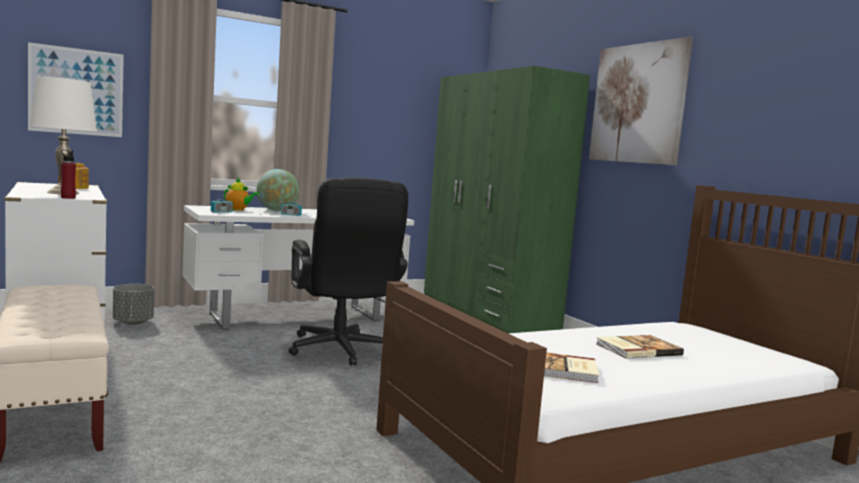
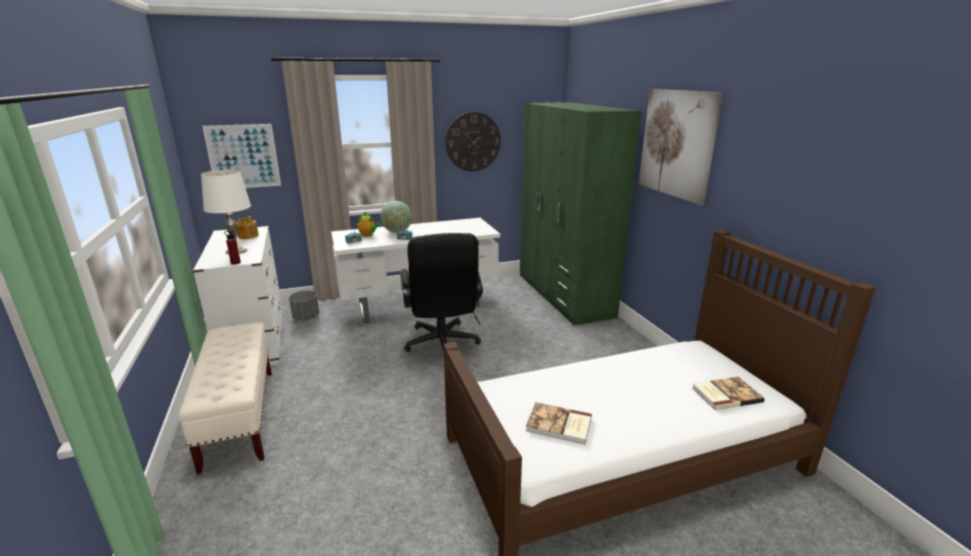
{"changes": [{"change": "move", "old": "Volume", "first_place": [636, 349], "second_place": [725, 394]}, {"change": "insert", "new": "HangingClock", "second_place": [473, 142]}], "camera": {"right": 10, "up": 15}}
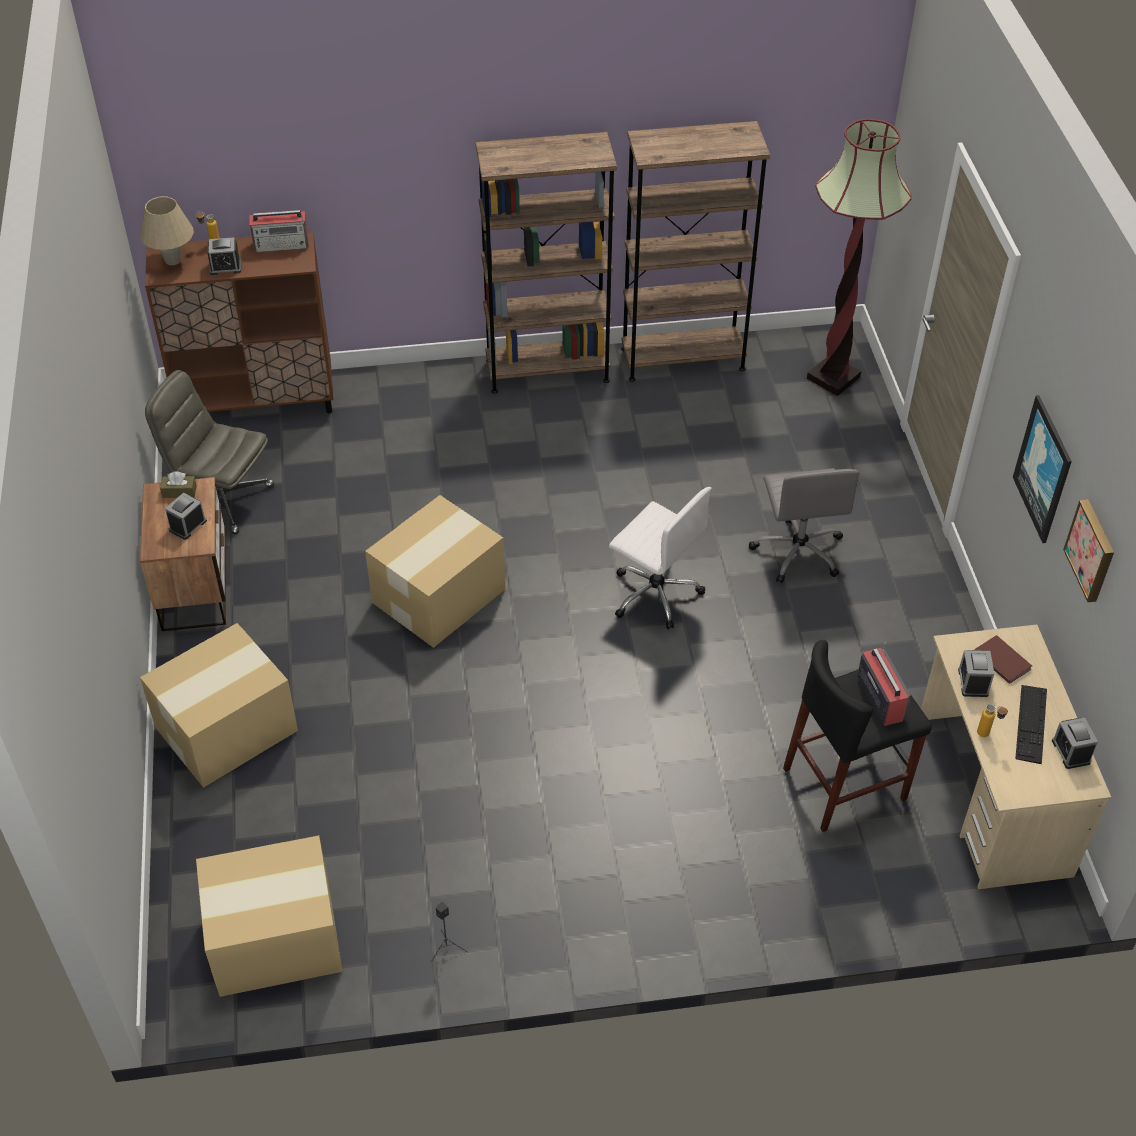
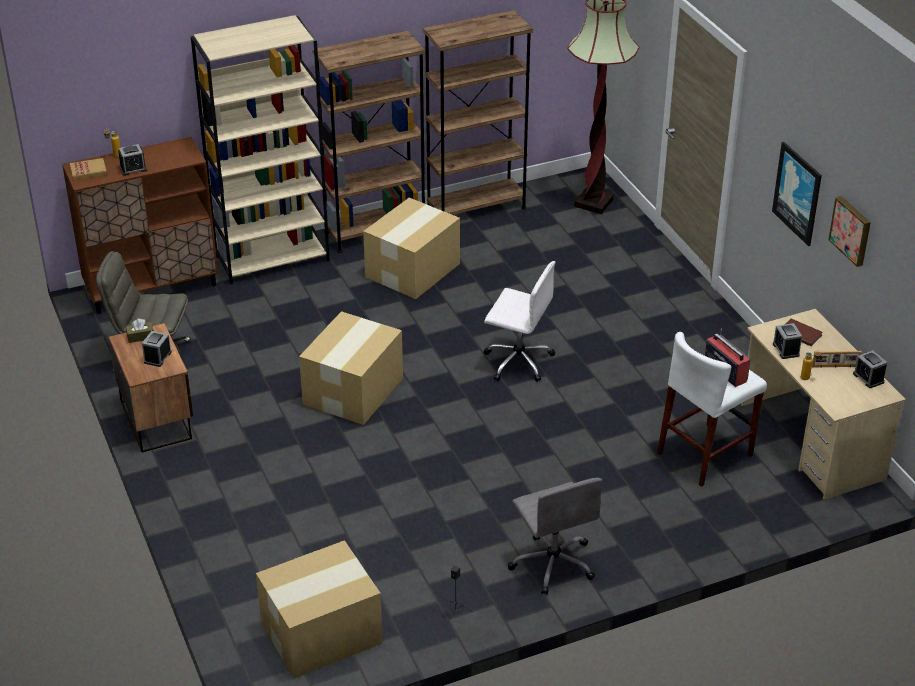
{"changes": [{"change": "replace", "old": "BeigeTableLamp", "new": "Volume", "first_place": [172, 260], "second_place": [88, 170]}, {"change": "move", "old": "Carton", "first_place": [224, 729], "second_place": [411, 270]}, {"change": "delete", "old": "RadioSet", "first_place": [282, 244]}, {"change": "move", "old": "GreyComputerChair", "first_place": [798, 551], "second_place": [553, 563]}, {"change": "recolor", "old": "BlackishSittingStool", "new": "WhitishSittingStool", "first_place": [845, 784], "second_place": [705, 454]}, {"change": "replace", "old": "ComputerKeyboard", "new": "PictureFrame", "first_place": [1031, 724], "second_place": [835, 367]}, {"change": "insert", "new": "BeigeShelvingUnit", "second_place": [272, 258]}], "camera": {"right": -15, "up": -10}}
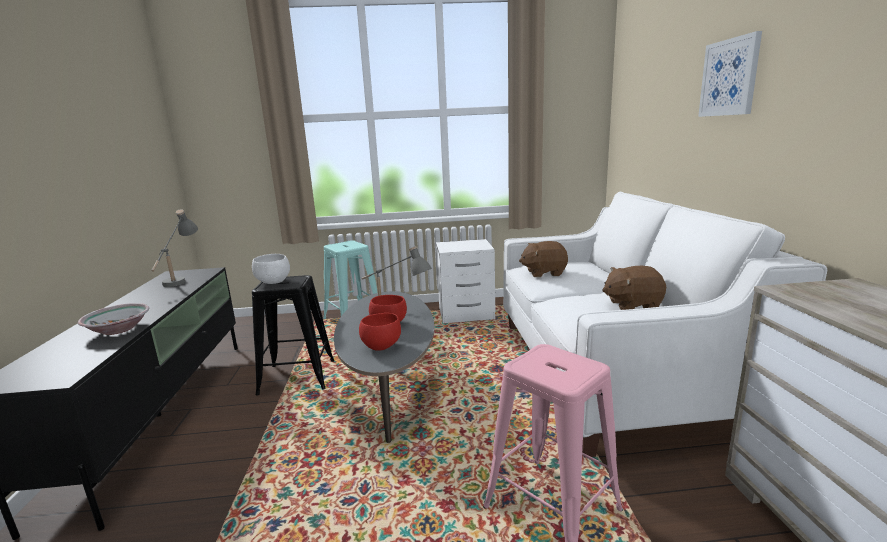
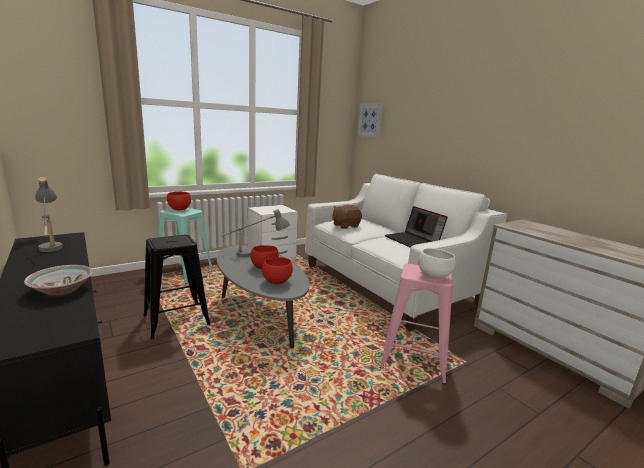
{"changes": [{"change": "move", "old": "WhitishDeepDish", "first_place": [274, 282], "second_place": [434, 276]}, {"change": "replace", "old": "BrownishCuddlyToy", "new": "Laptop", "first_place": [632, 305], "second_place": [413, 241]}, {"change": "move", "old": "WallPicture", "first_place": [729, 77], "second_place": [370, 120]}, {"change": "insert", "new": "RedDeepDish", "second_place": [179, 209]}], "camera": {"right": -30, "up": 0}}
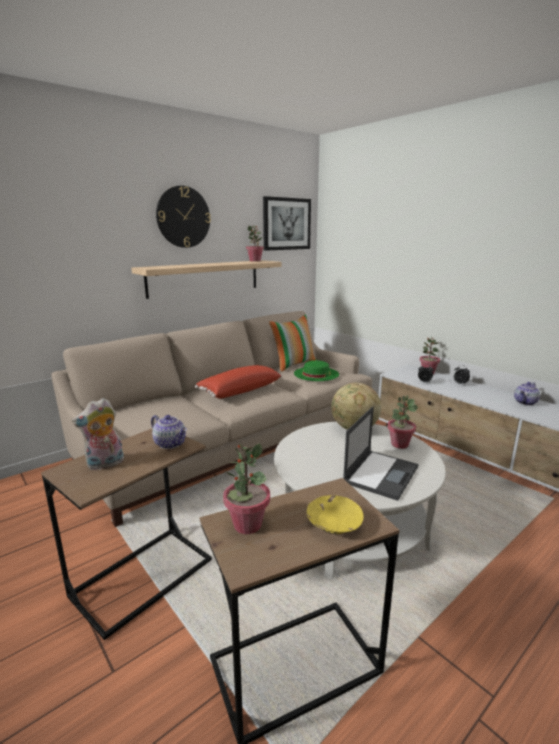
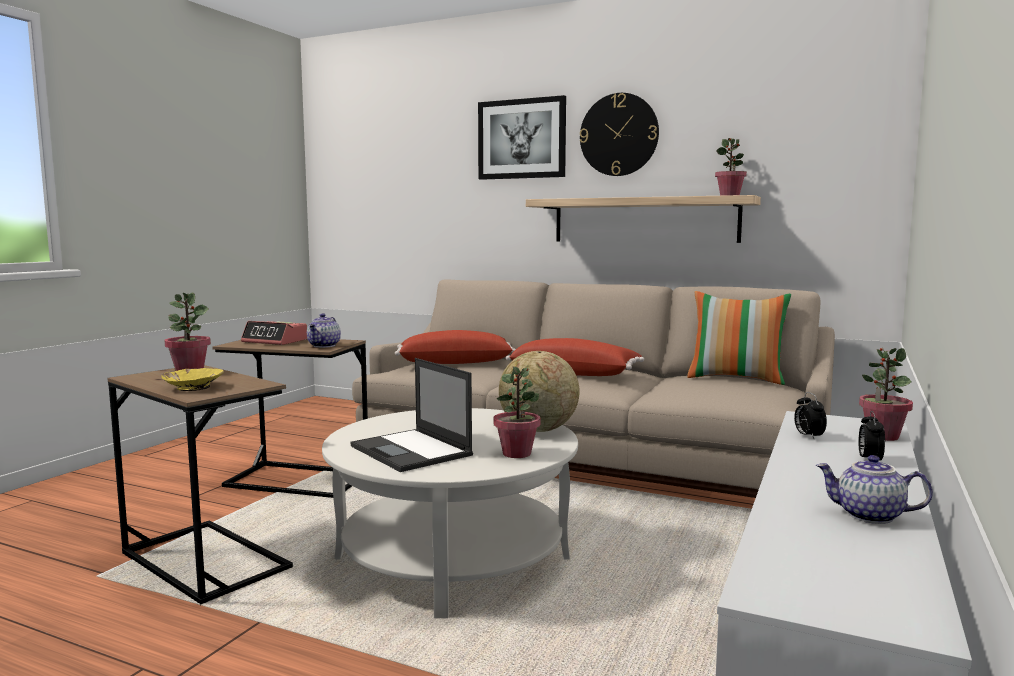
{"changes": [{"change": "replace", "old": "CuddlyToy", "new": "BedsideClock", "first_place": [105, 464], "second_place": [275, 341]}, {"change": "move", "old": "WallPicture", "first_place": [286, 224], "second_place": [522, 139]}, {"change": "delete", "old": "GreenColouredHat", "first_place": [316, 373]}, {"change": "rotate", "old": "Laptop", "first_place": [381, 474], "second_place": [412, 451], "degrees": 45}, {"change": "insert", "new": "RedCushion", "second_place": [455, 362]}], "camera": {"right": 65, "up": -10}}
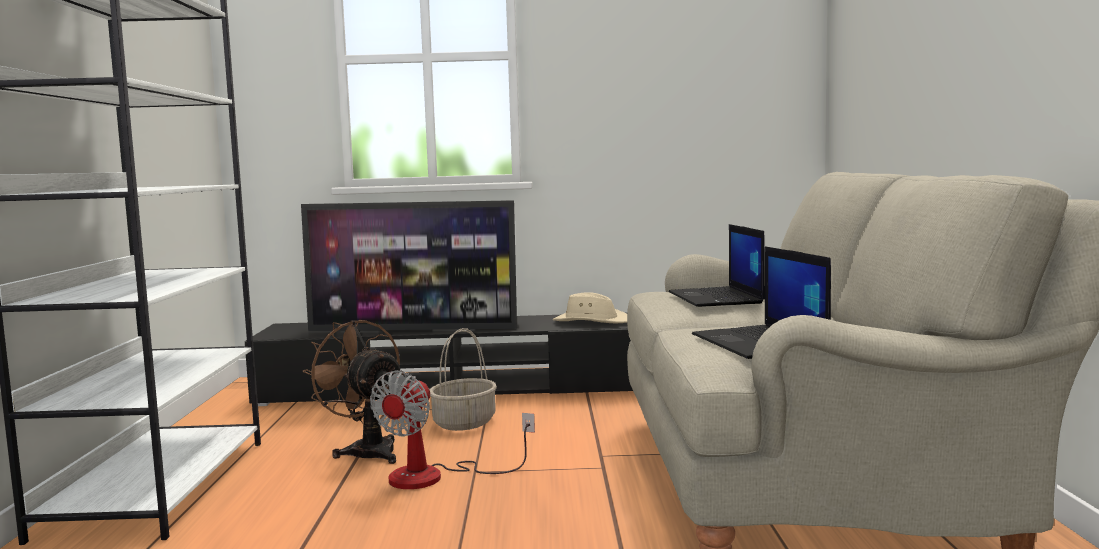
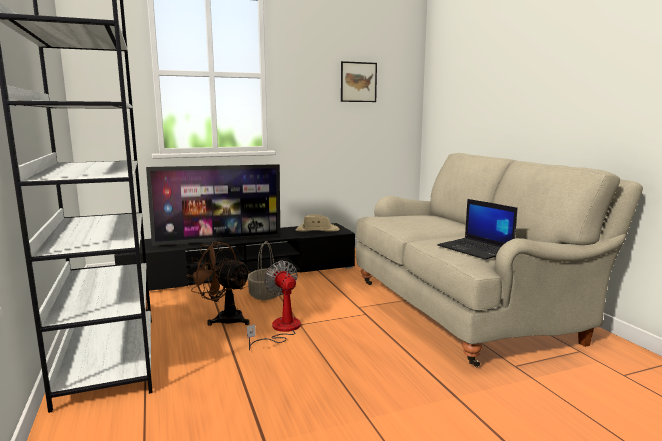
{"changes": [{"change": "rotate", "old": "Fan", "first_place": [435, 476], "second_place": [280, 330], "degrees": 150}, {"change": "delete", "old": "Laptop", "first_place": [716, 298]}, {"change": "insert", "new": "WallPicture", "second_place": [358, 82]}], "camera": {"right": -20, "up": 5}}
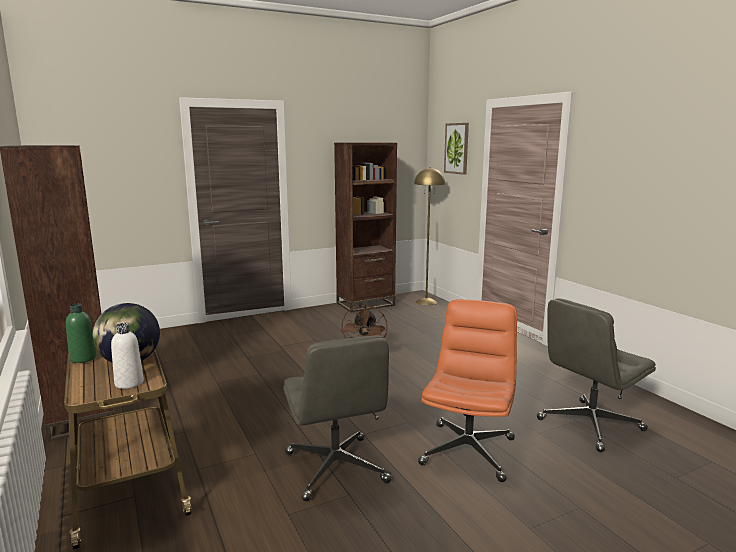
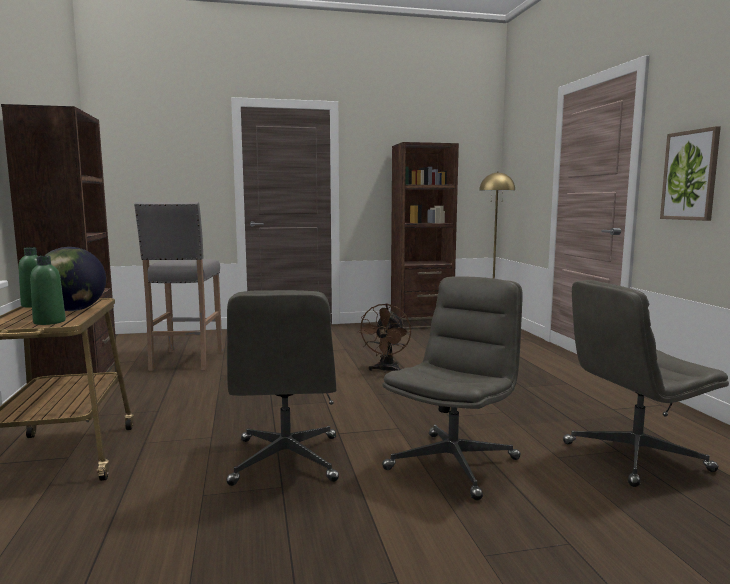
{"changes": [{"change": "recolor", "old": "WhitishDrinkBottle", "new": "GreenColouredDrinkBottle", "first_place": [129, 383], "second_place": [49, 322]}, {"change": "recolor", "old": "OrangeyComputerChair", "new": "GreyComputerChair", "first_place": [468, 450], "second_place": [453, 463]}, {"change": "move", "old": "WallPicture", "first_place": [457, 148], "second_place": [690, 175]}, {"change": "insert", "new": "GreySittingStool", "second_place": [186, 360]}], "camera": {"right": 15, "up": -5}}
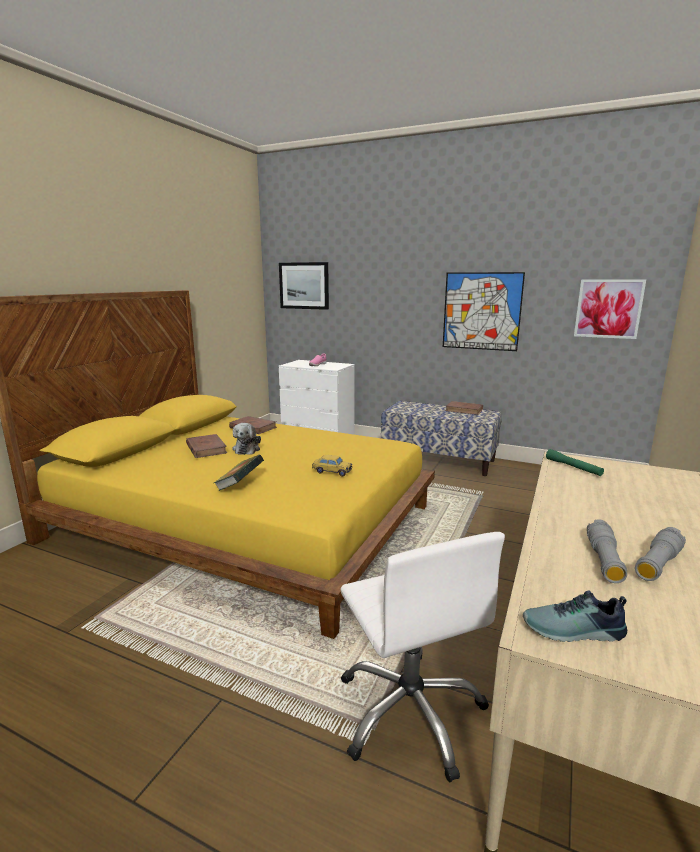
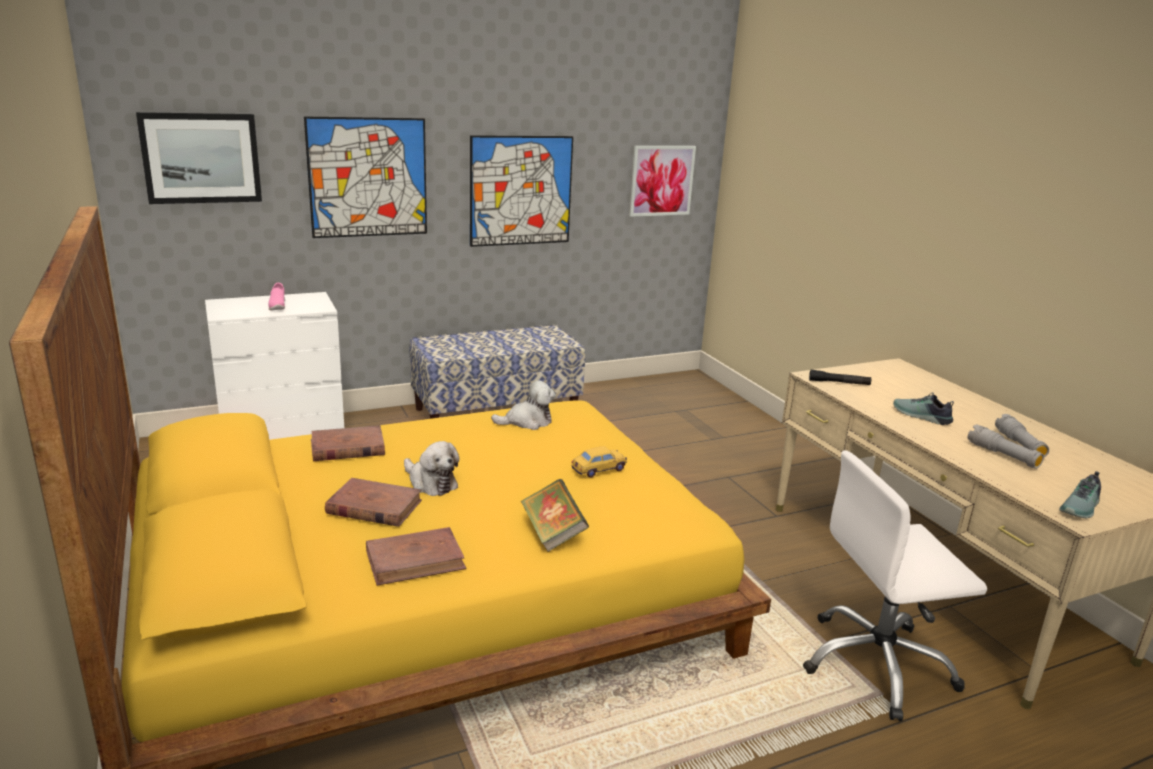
{"changes": [{"change": "rotate", "old": "WhitishComputerChair", "first_place": [411, 711], "second_place": [877, 664], "degrees": 150}, {"change": "move", "old": "BrownishVolume", "first_place": [464, 410], "second_place": [415, 560]}, {"change": "recolor", "old": "GreenColouredTorch", "new": "BlackishTorch", "first_place": [573, 467], "second_place": [839, 383]}, {"change": "insert", "new": "WallPicture", "second_place": [368, 177]}, {"change": "insert", "new": "CuddlyToy", "second_place": [527, 422]}, {"change": "insert", "new": "LowShoe", "second_place": [920, 416]}], "camera": {"right": -50, "up": 5}}
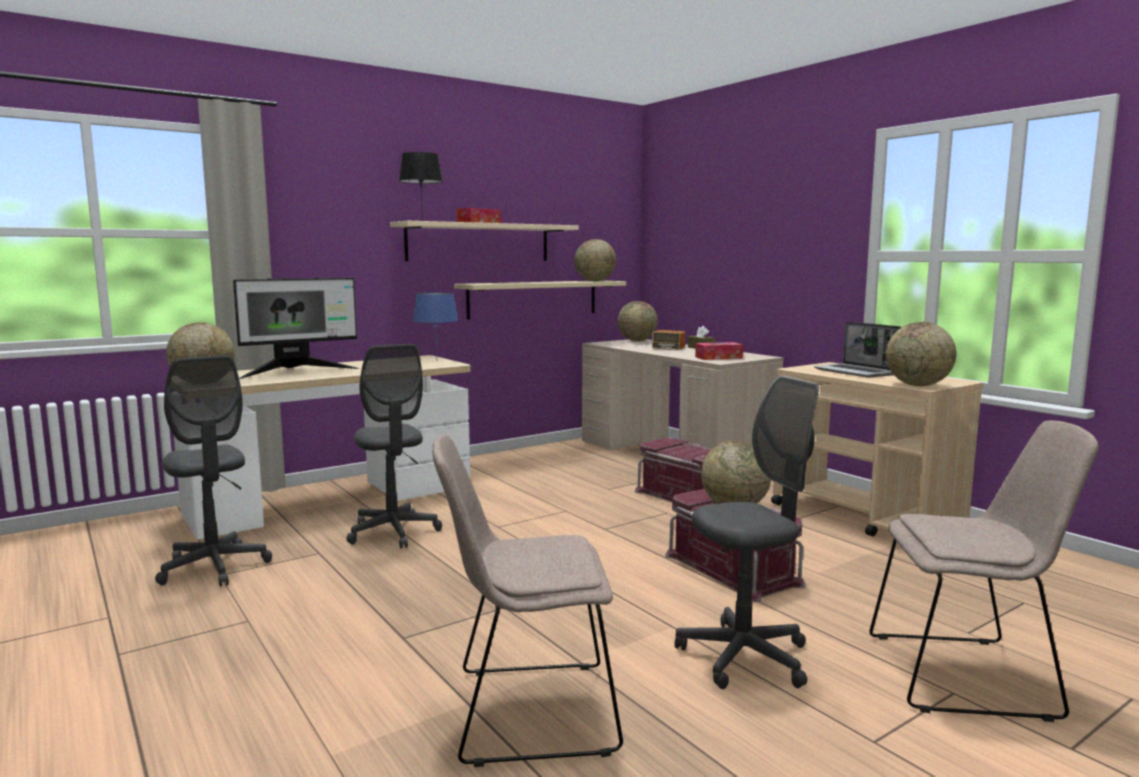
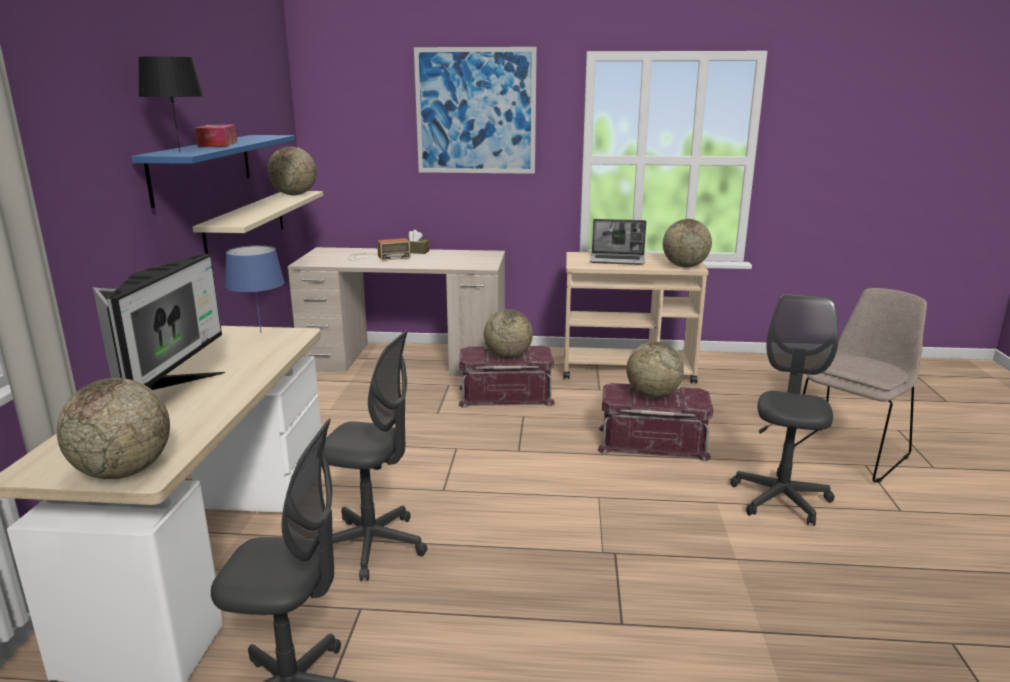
{"changes": [{"change": "recolor", "old": "BeigeWallShelf", "new": "BlueWallShelf", "first_place": [479, 242], "second_place": [203, 167]}, {"change": "delete", "old": "BeigePlainChair", "first_place": [527, 711]}, {"change": "move", "old": "WorldGlobe", "first_place": [637, 340], "second_place": [508, 356]}, {"change": "delete", "old": "BoxOfTissues", "first_place": [718, 357]}, {"change": "insert", "new": "WallPicture", "second_place": [475, 111]}], "camera": {"right": -50, "up": 10}}
